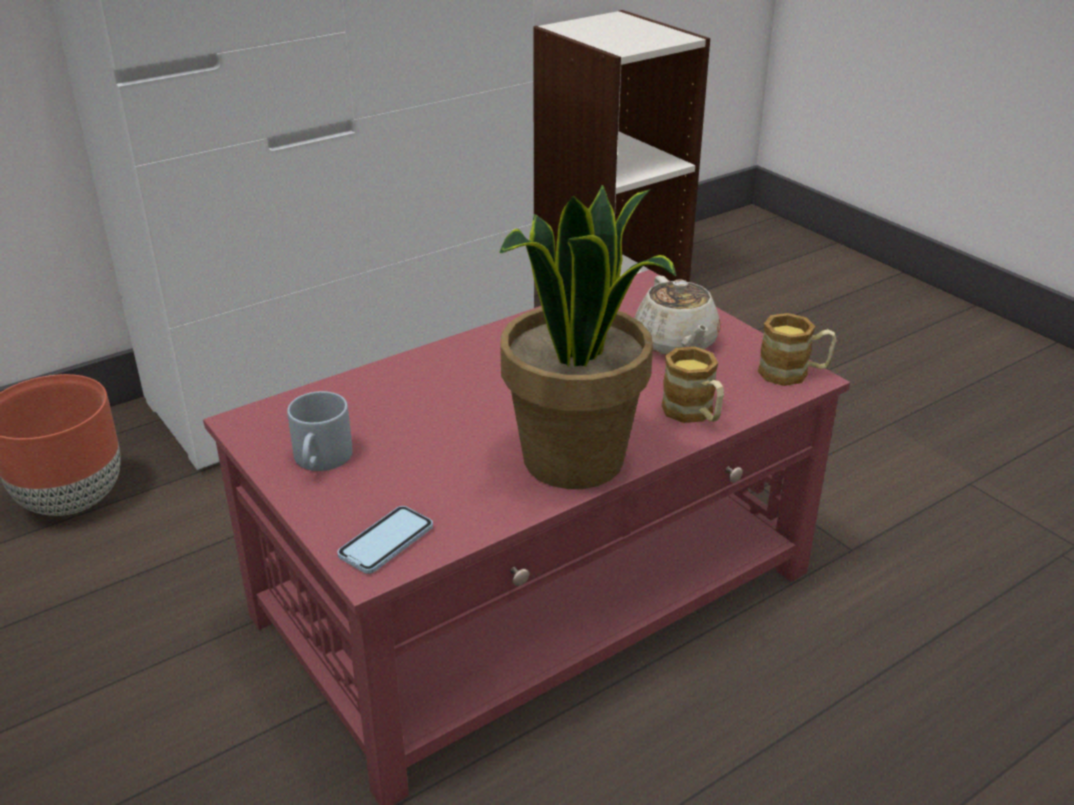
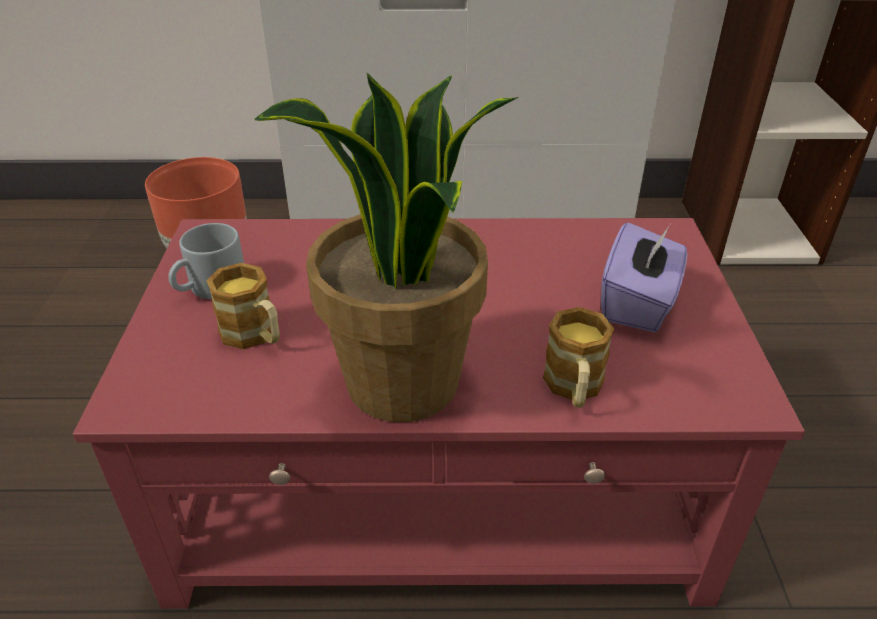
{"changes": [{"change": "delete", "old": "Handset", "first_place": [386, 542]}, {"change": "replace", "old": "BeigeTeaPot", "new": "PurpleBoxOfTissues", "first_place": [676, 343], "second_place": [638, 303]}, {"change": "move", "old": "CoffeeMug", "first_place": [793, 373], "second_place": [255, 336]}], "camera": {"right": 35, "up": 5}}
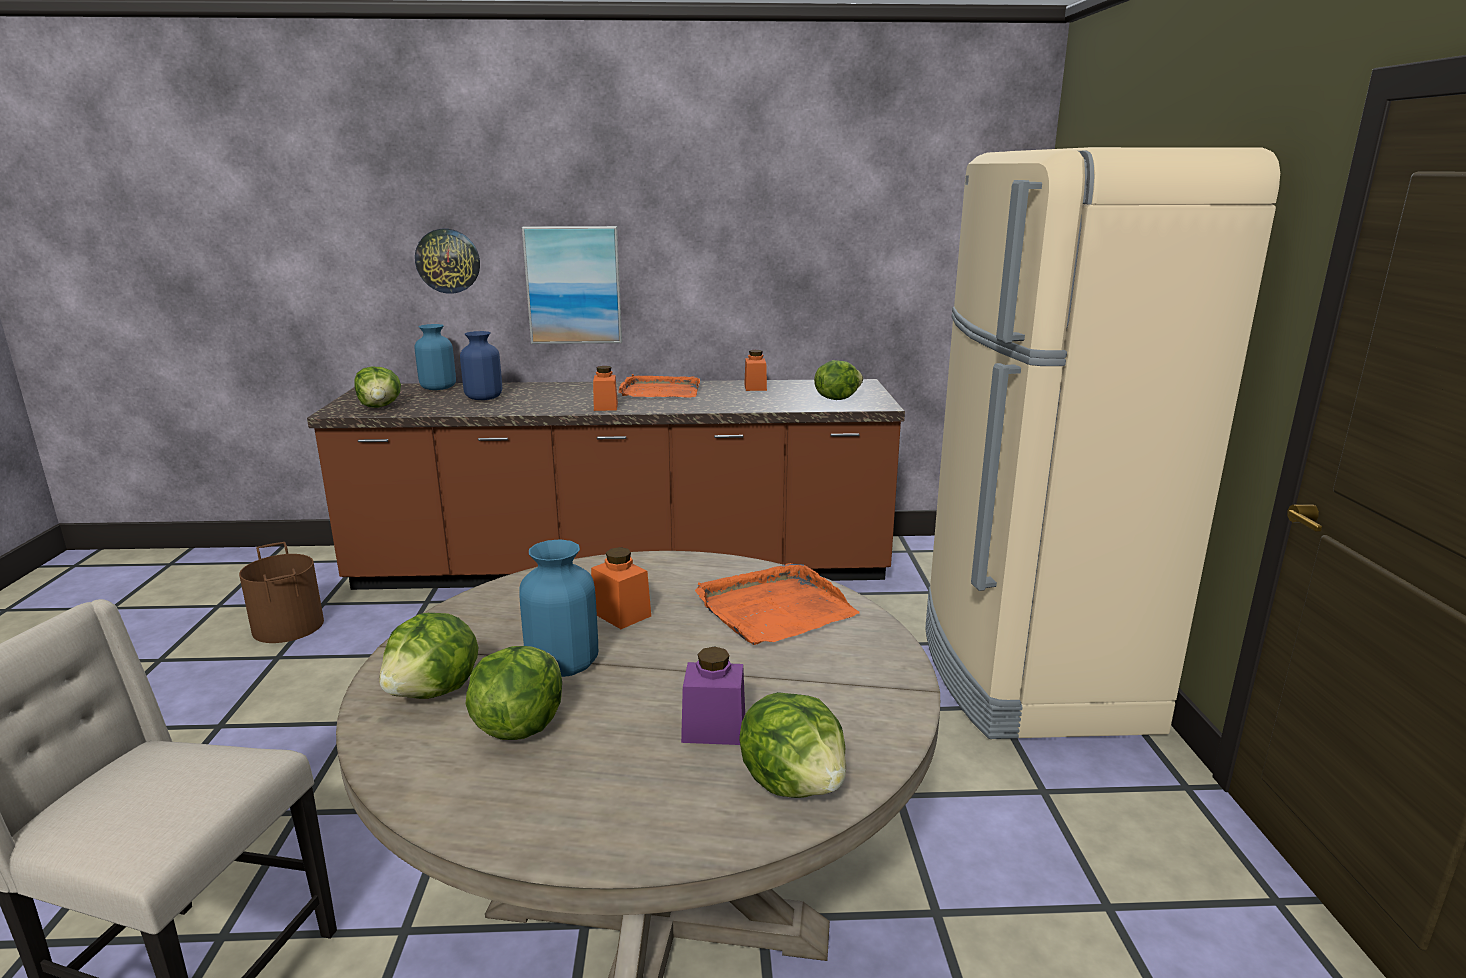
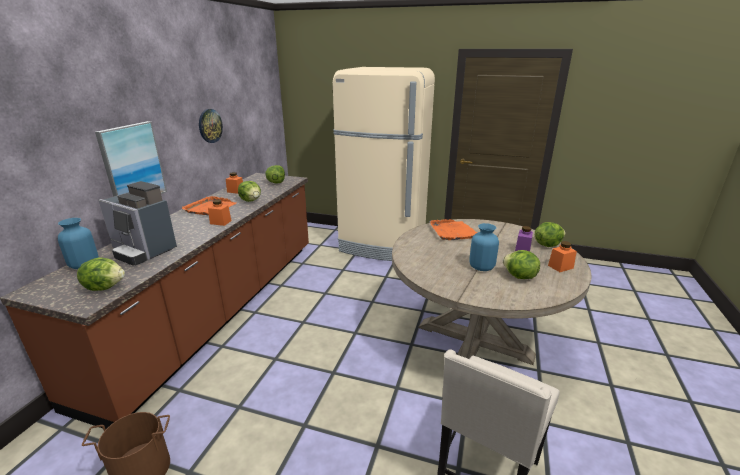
{"changes": [{"change": "move", "old": "LettuceHead", "first_place": [435, 692], "second_place": [251, 200]}, {"change": "move", "old": "HangingClock", "first_place": [448, 261], "second_place": [210, 126]}, {"change": "replace", "old": "BlueVase", "new": "CoffeeMaker", "first_place": [484, 397], "second_place": [143, 251]}, {"change": "move", "old": "OrangeyStorageJar", "first_place": [621, 614], "second_place": [560, 267]}], "camera": {"right": -70, "up": 5}}
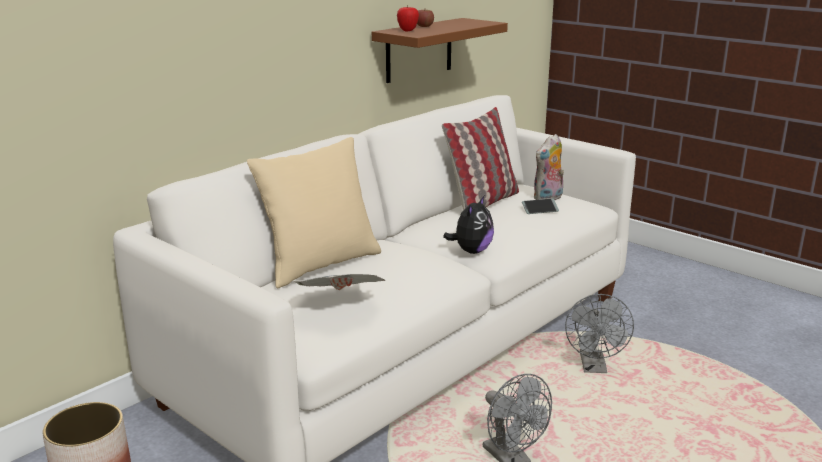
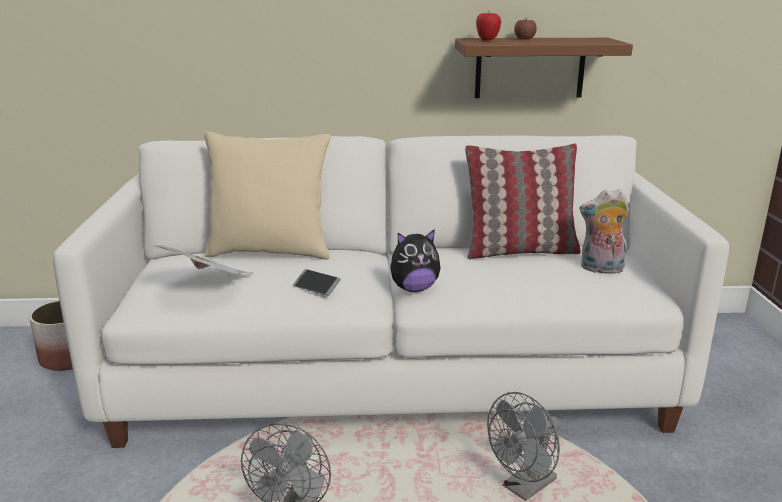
{"changes": [{"change": "move", "old": "Handset", "first_place": [540, 210], "second_place": [316, 287]}], "camera": {"right": 45, "up": 0}}
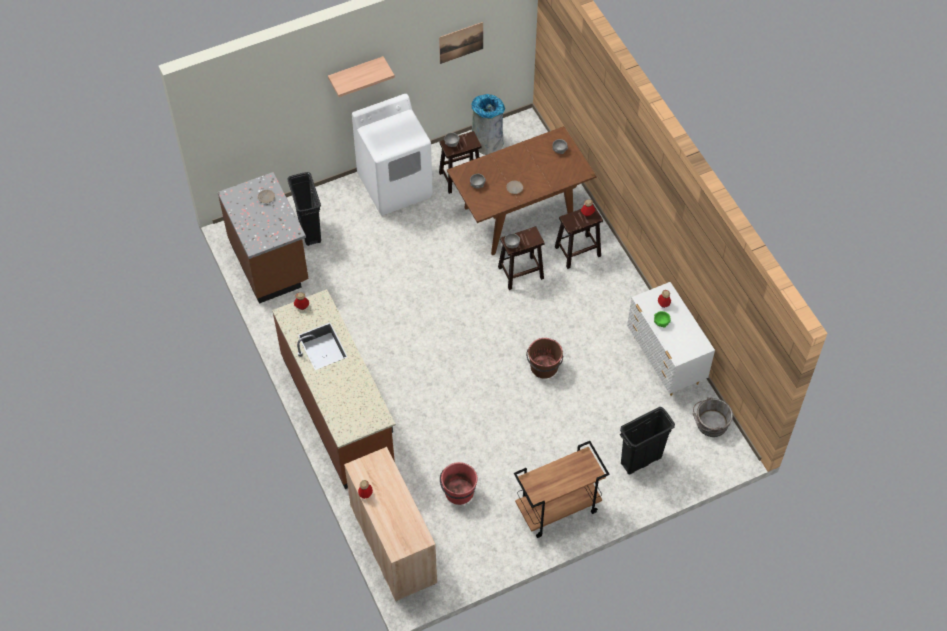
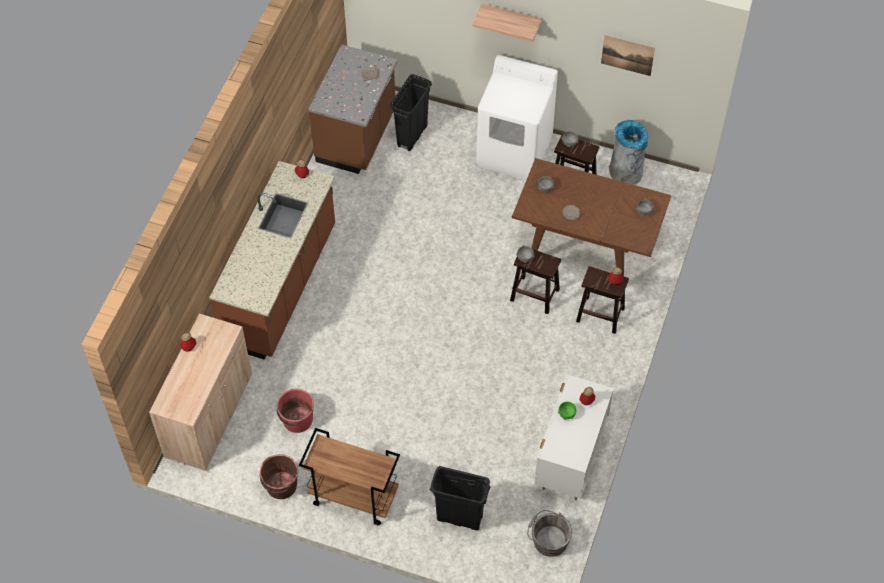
{"changes": [{"change": "move", "old": "BrownishWaterBucket", "first_place": [544, 367], "second_place": [281, 486]}], "camera": {"right": 45, "up": 0}}
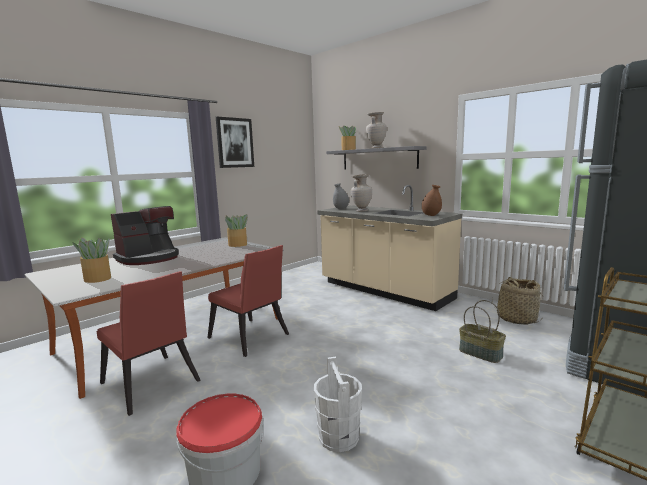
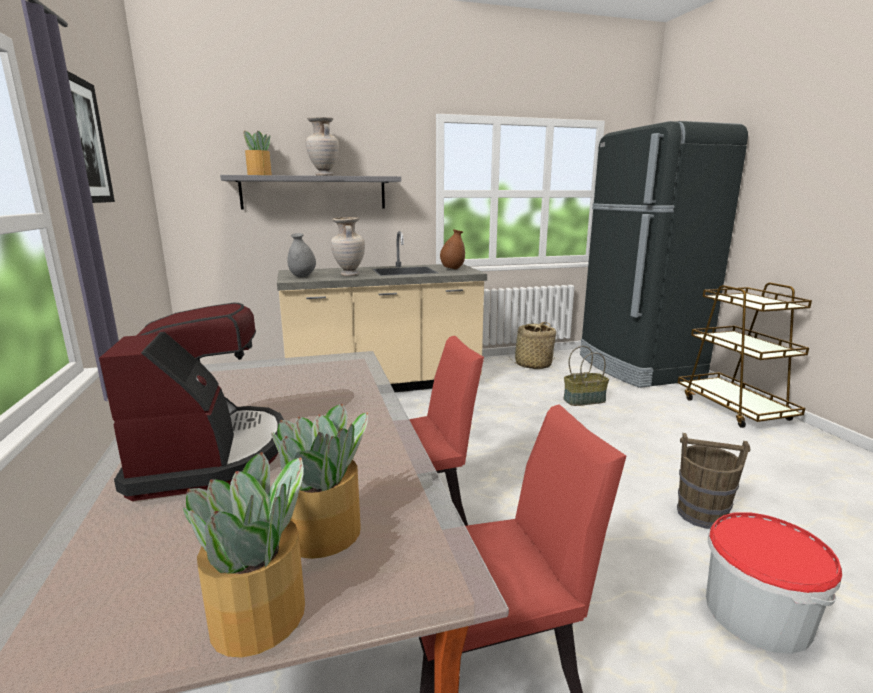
{"changes": [{"change": "move", "old": "PottedPlant", "first_place": [238, 245], "second_place": [261, 616]}, {"change": "recolor", "old": "WhitishWaterBucket", "new": "BrownishWaterBucket", "first_place": [338, 437], "second_place": [702, 515]}], "camera": {"right": -60, "up": 5}}
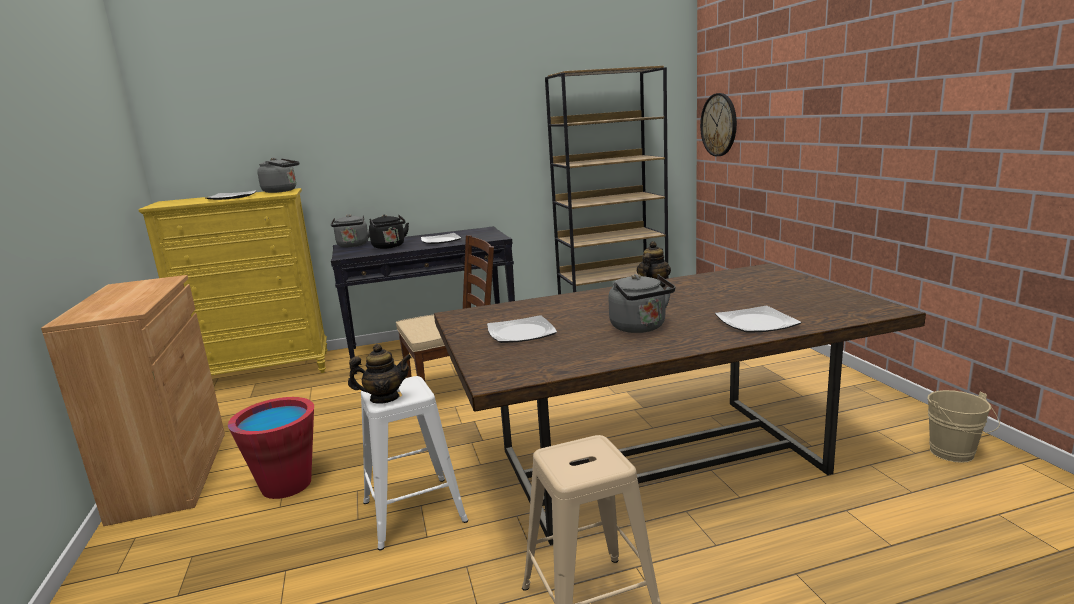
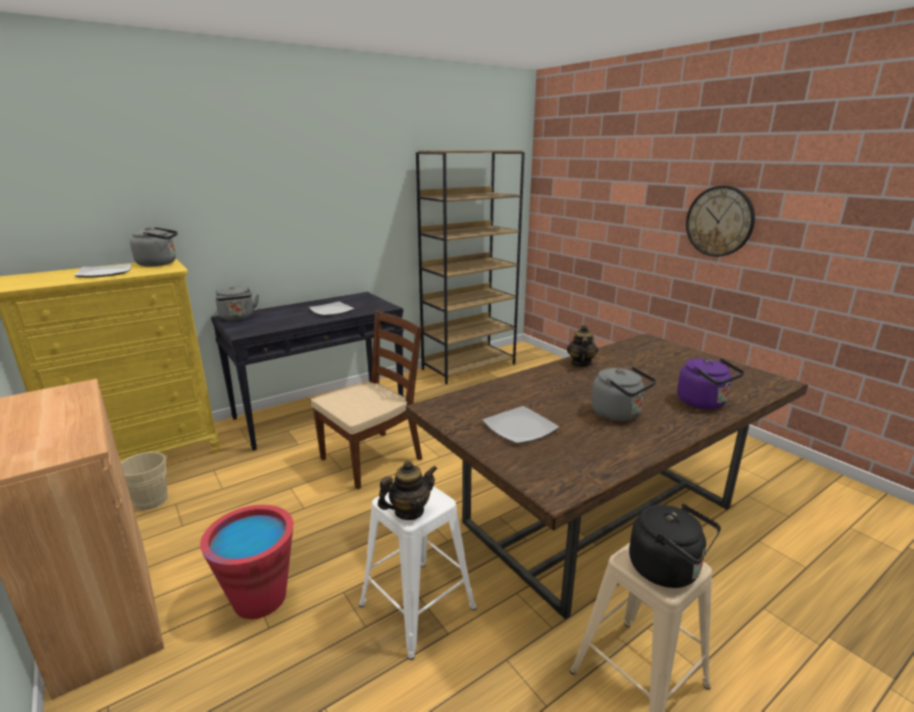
{"changes": [{"change": "move", "old": "BlackishTeaKettle", "first_place": [389, 247], "second_place": [668, 570]}, {"change": "move", "old": "HangingClock", "first_place": [719, 125], "second_place": [719, 221]}, {"change": "replace", "old": "FlatDish", "new": "PurpleTeaKettle", "first_place": [756, 323], "second_place": [704, 403]}, {"change": "move", "old": "BeigeWaterBucket", "first_place": [955, 454], "second_place": [151, 503]}], "camera": {"right": -20, "up": 5}}
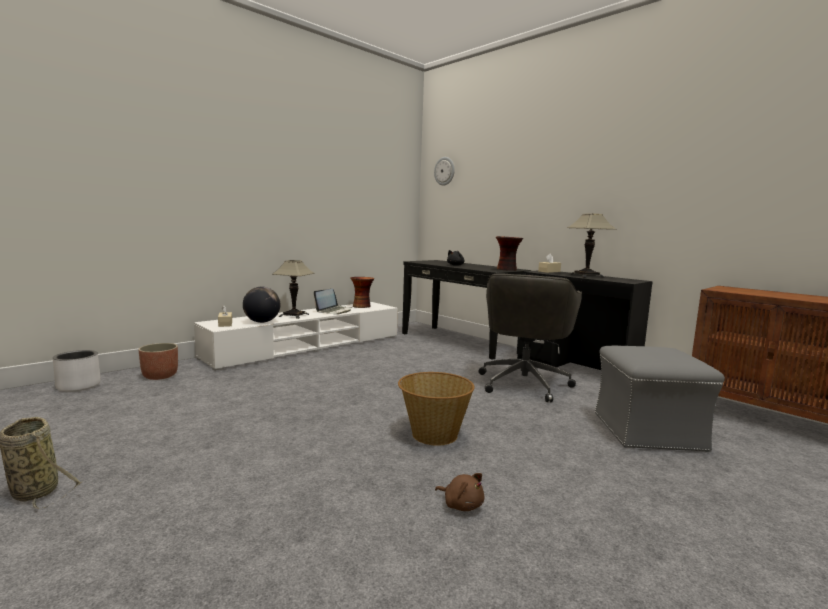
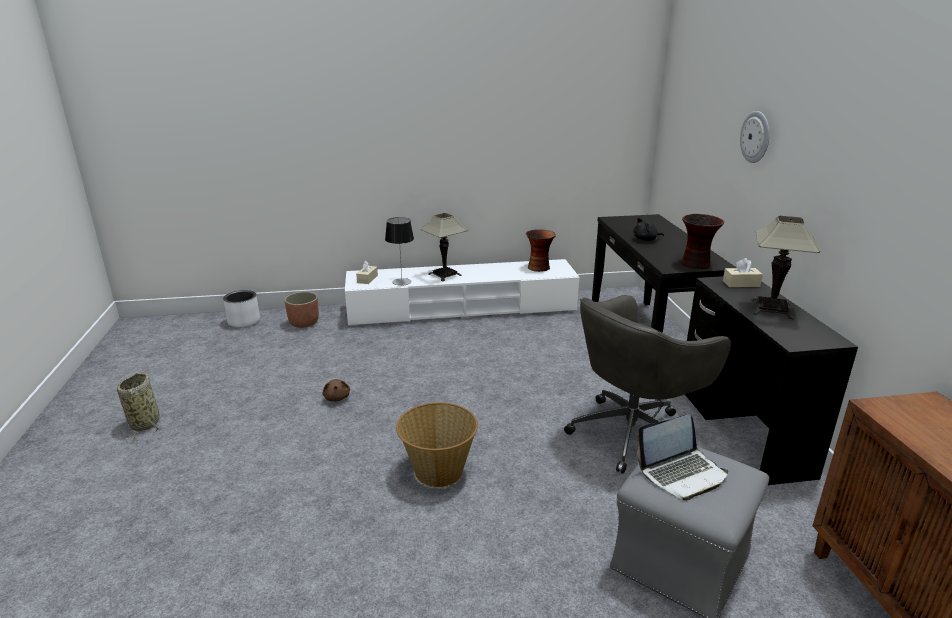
{"changes": [{"change": "replace", "old": "WorldGlobe", "new": "TableLamp", "first_place": [262, 322], "second_place": [401, 282]}, {"change": "move", "old": "Laptop", "first_place": [334, 311], "second_place": [682, 473]}, {"change": "move", "old": "HangingClock", "first_place": [444, 171], "second_place": [756, 137]}, {"change": "move", "old": "BrownishCuddlyToy", "first_place": [461, 505], "second_place": [337, 398]}], "camera": {"right": 35, "up": 15}}
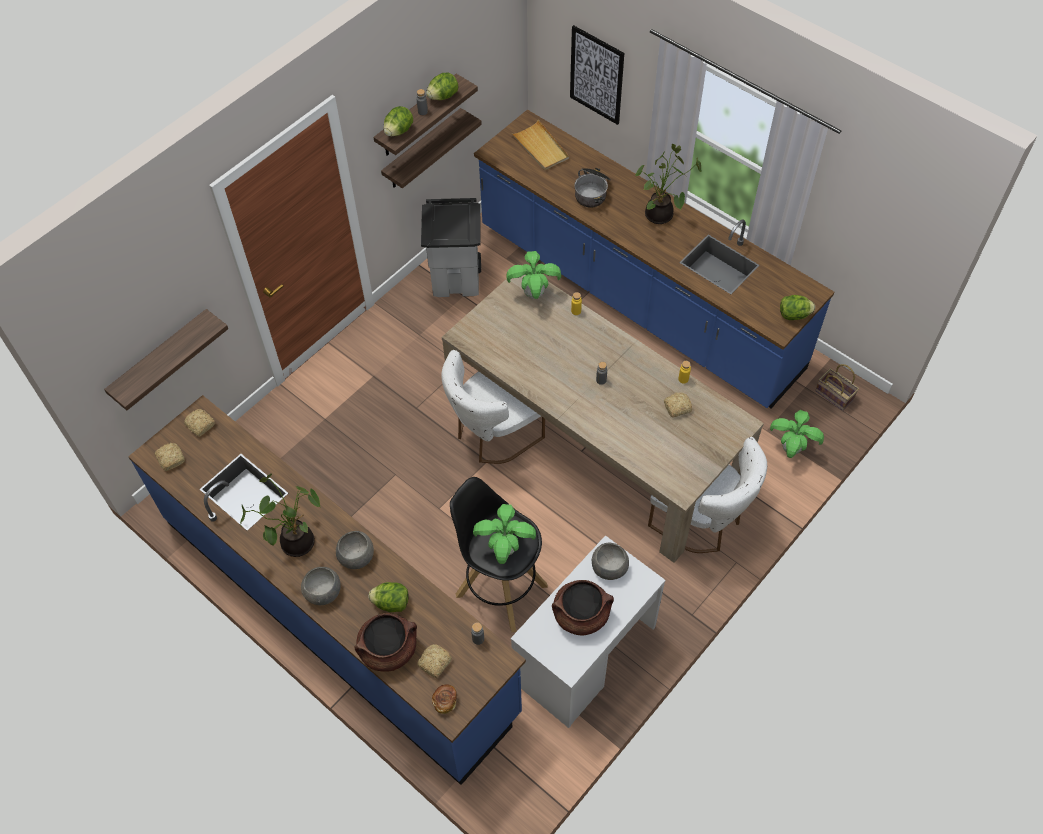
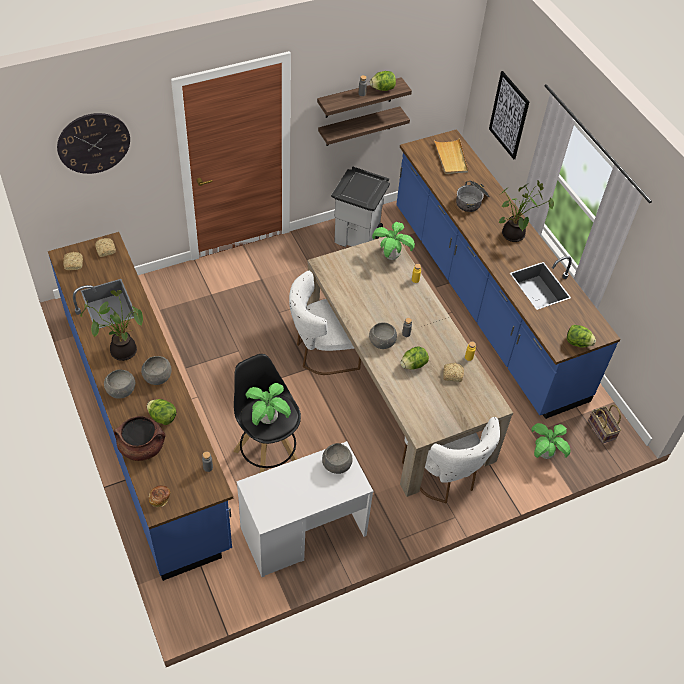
{"changes": [{"change": "delete", "old": "WallShelf", "first_place": [161, 358]}, {"change": "move", "old": "LettuceHead", "first_place": [398, 131], "second_place": [413, 365]}, {"change": "delete", "old": "BakedBread", "first_place": [434, 663]}, {"change": "delete", "old": "BrownishStockpot", "first_place": [581, 615]}, {"change": "insert", "new": "HangingClock", "second_place": [93, 143]}, {"change": "insert", "new": "GreyDeepDish", "second_place": [382, 342]}], "camera": {"right": 20, "up": -5}}
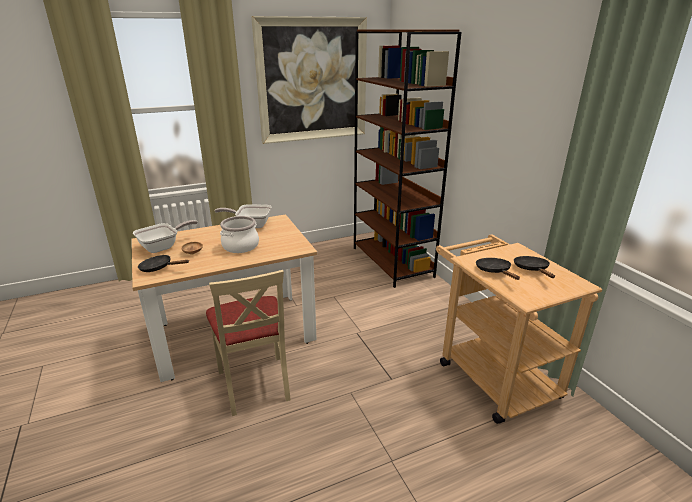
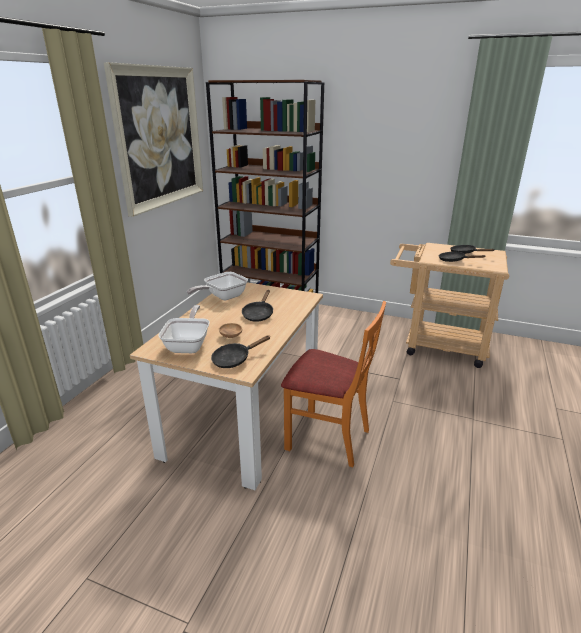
{"changes": [{"change": "recolor", "old": "BeigePlainChair", "new": "OrangeyPlainChair", "first_place": [255, 384], "second_place": [328, 438]}, {"change": "replace", "old": "Stockpot", "new": "BlackishFryingPan", "first_place": [240, 246], "second_place": [258, 314]}], "camera": {"right": -45, "up": 0}}
